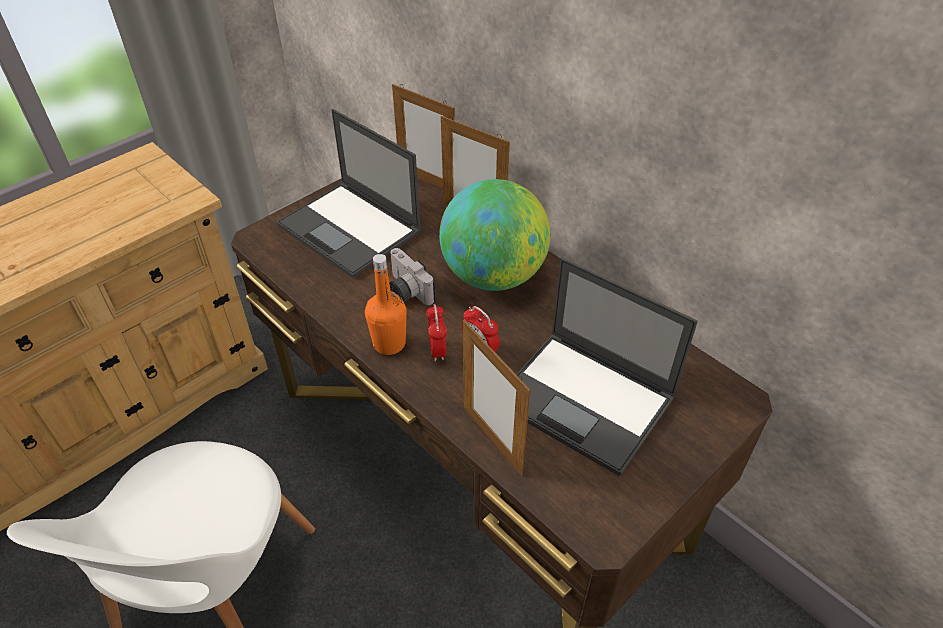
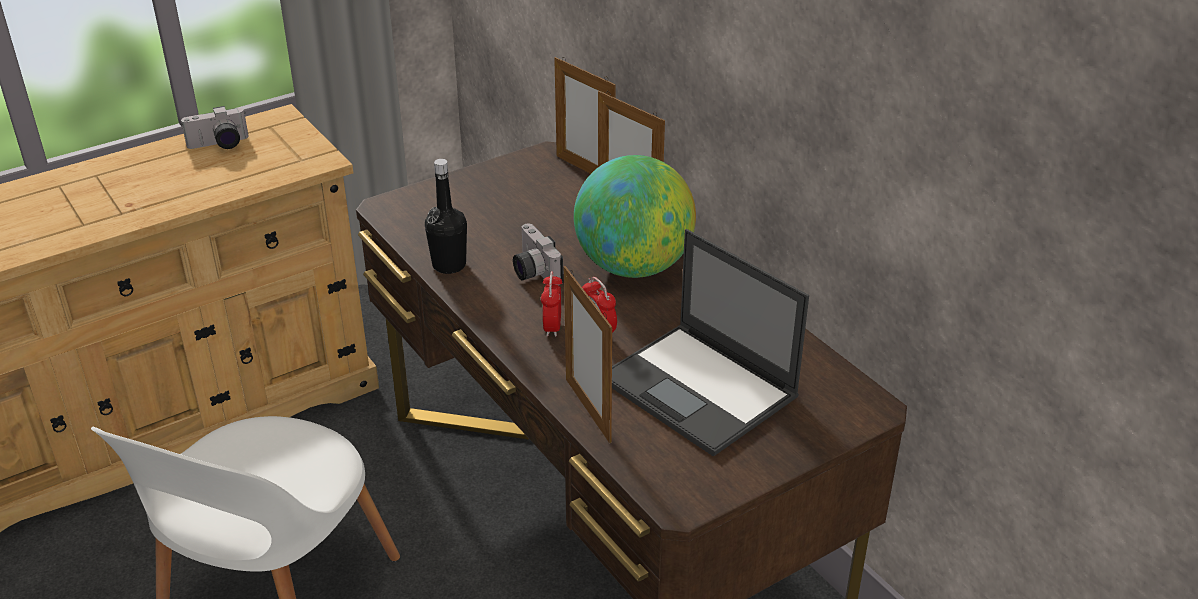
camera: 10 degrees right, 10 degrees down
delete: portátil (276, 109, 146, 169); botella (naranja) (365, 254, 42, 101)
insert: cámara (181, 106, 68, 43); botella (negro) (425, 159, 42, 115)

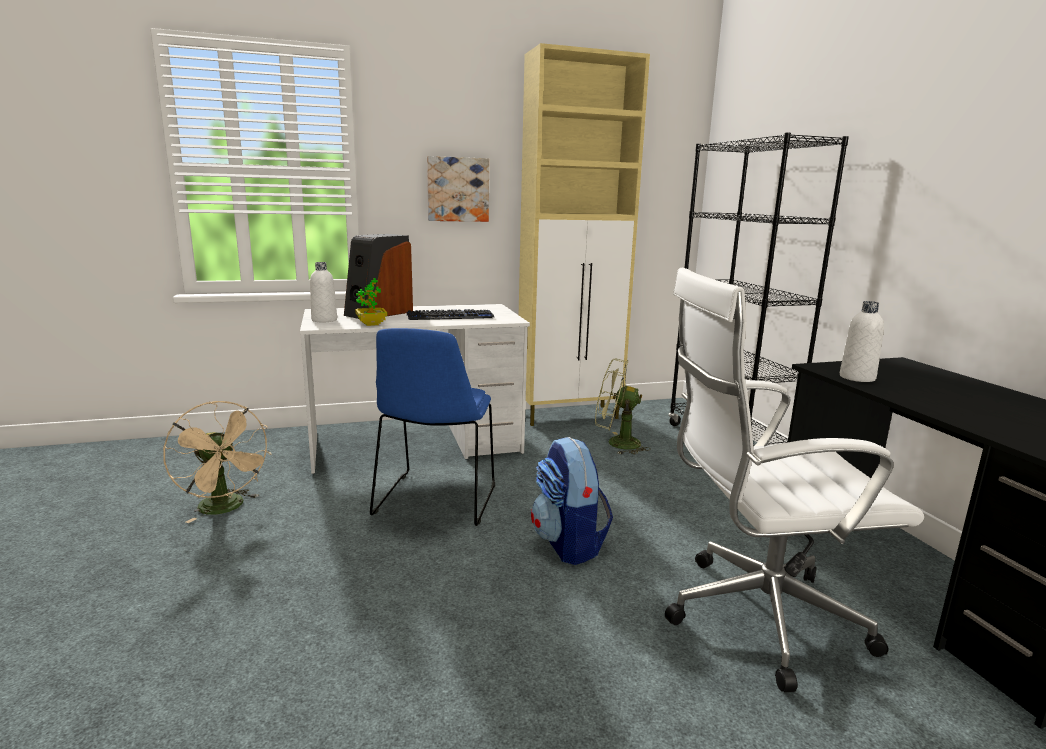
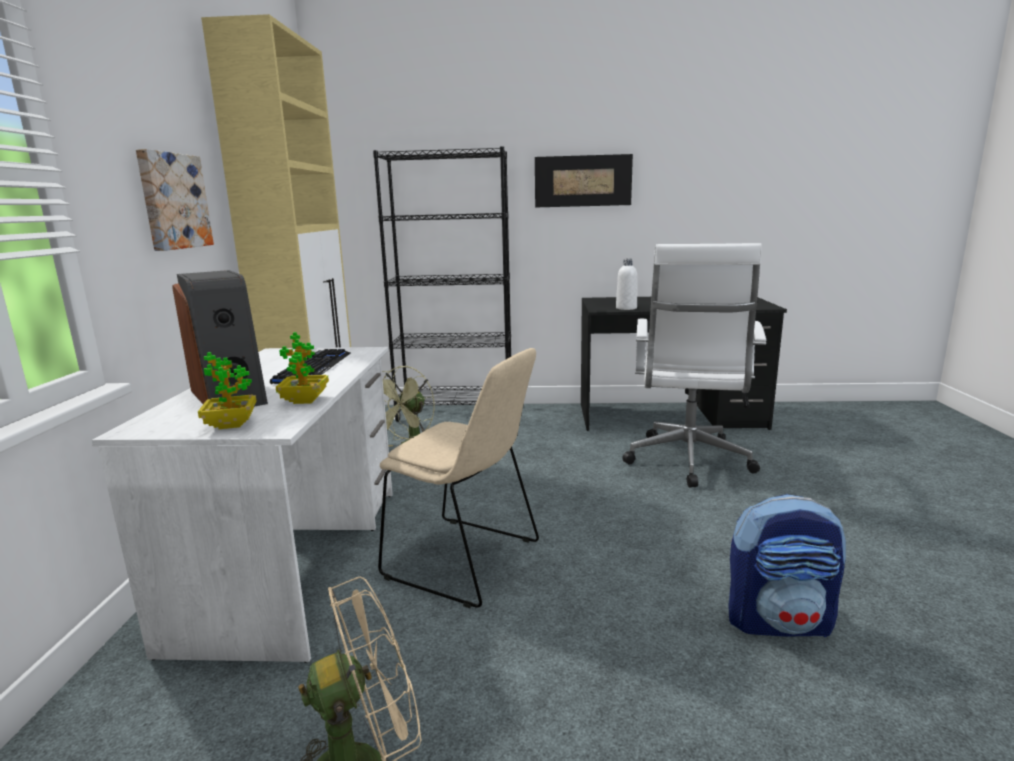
camera: 70 degrees left, 0 degrees up
insert: cuadro (535, 154, 98, 53)
move: mochila (531, 437, 82, 128) to (728, 494, 118, 143)
replace: botella (blanco) (310, 262, 27, 60) to planta en maceta (198, 352, 59, 77)
recolor: silla (azul) (370, 328, 125, 198) to silla (beis) (378, 348, 161, 260)

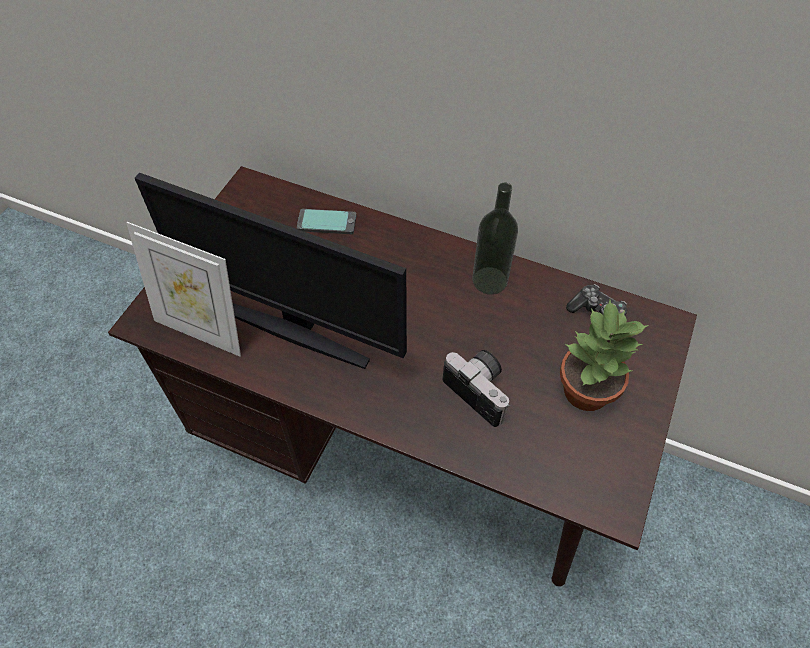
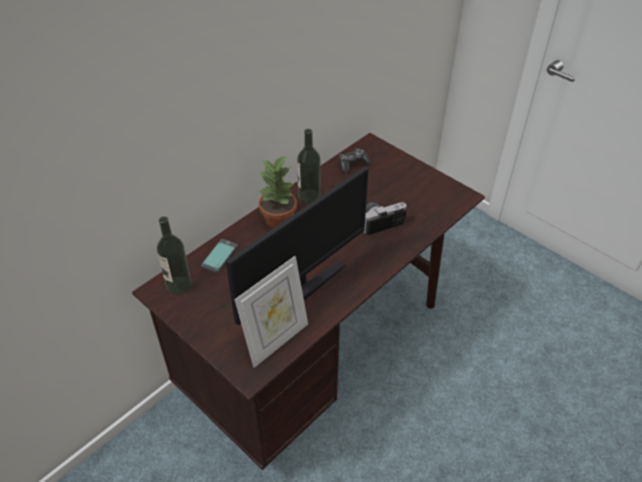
camera: 70 degrees left, 10 degrees down
insert: botella (157, 216, 35, 79)
move: planta en maceta (560, 300, 89, 111) to (259, 155, 38, 73)

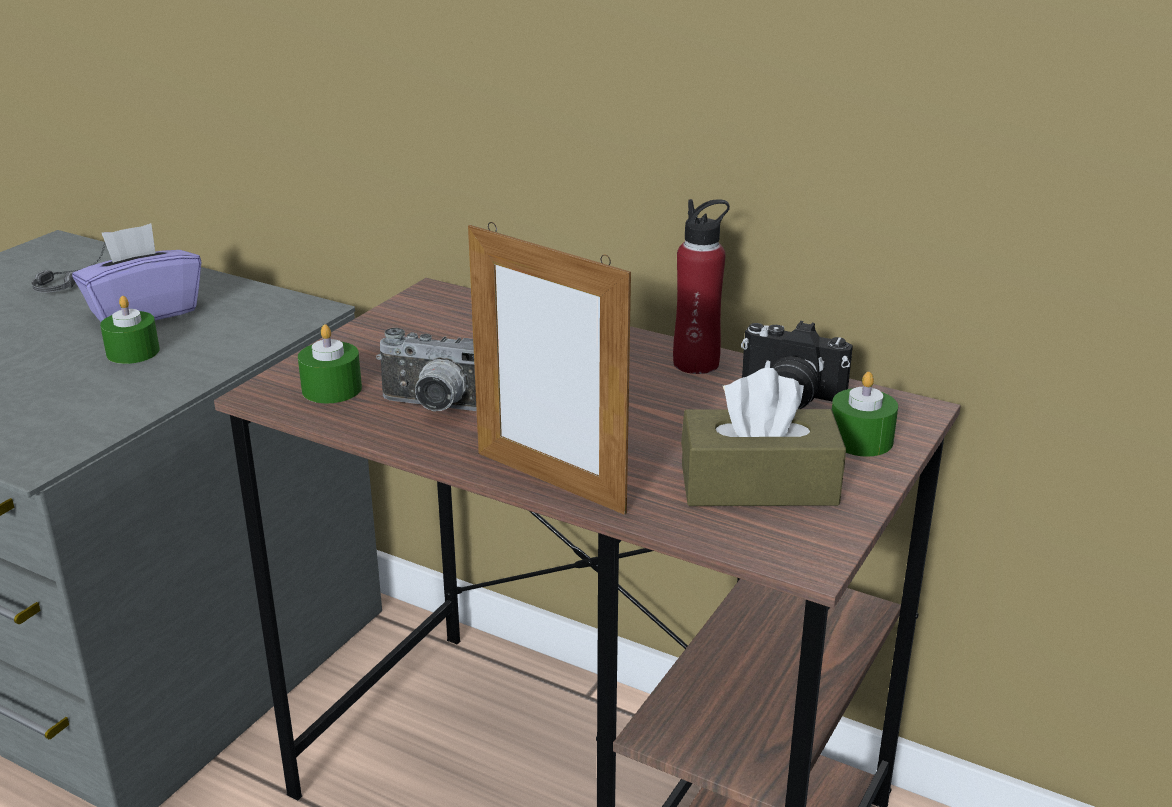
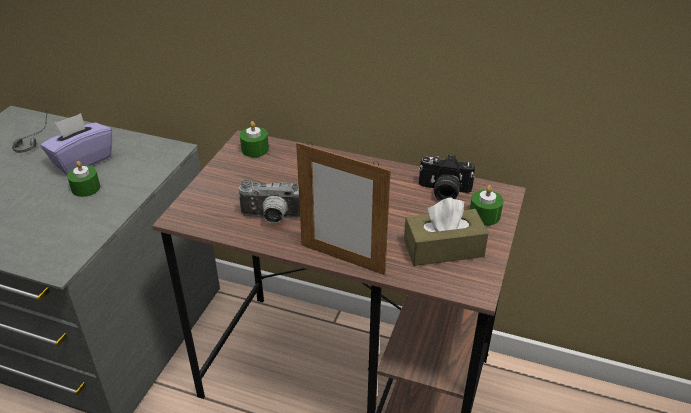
camera: 10 degrees left, 10 degrees up
delete: botella (rojo) (673, 199, 57, 175)
move: vela (verde) (298, 324, 64, 79) to (240, 121, 29, 36)

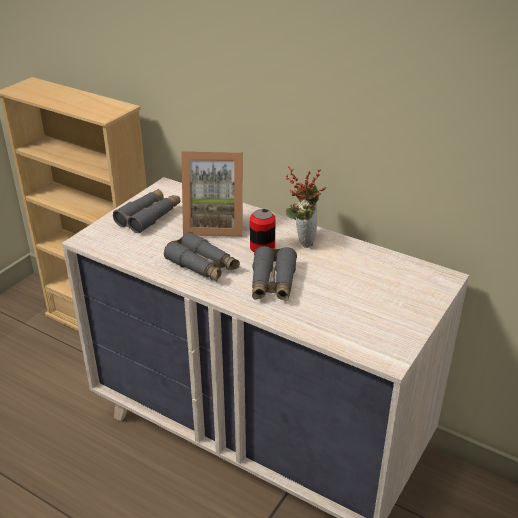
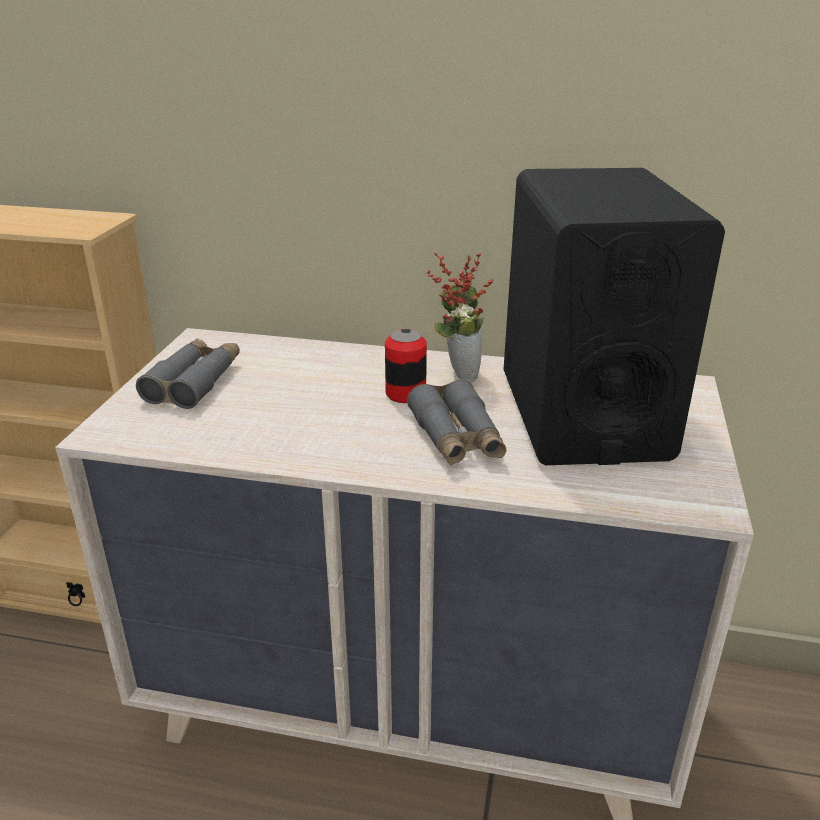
camera: 20 degrees left, 5 degrees down
delete: prismáticos (gris) (164, 232, 76, 50); portarretratos (181, 151, 62, 86)
insert: altavoz (negro) (503, 168, 222, 297)

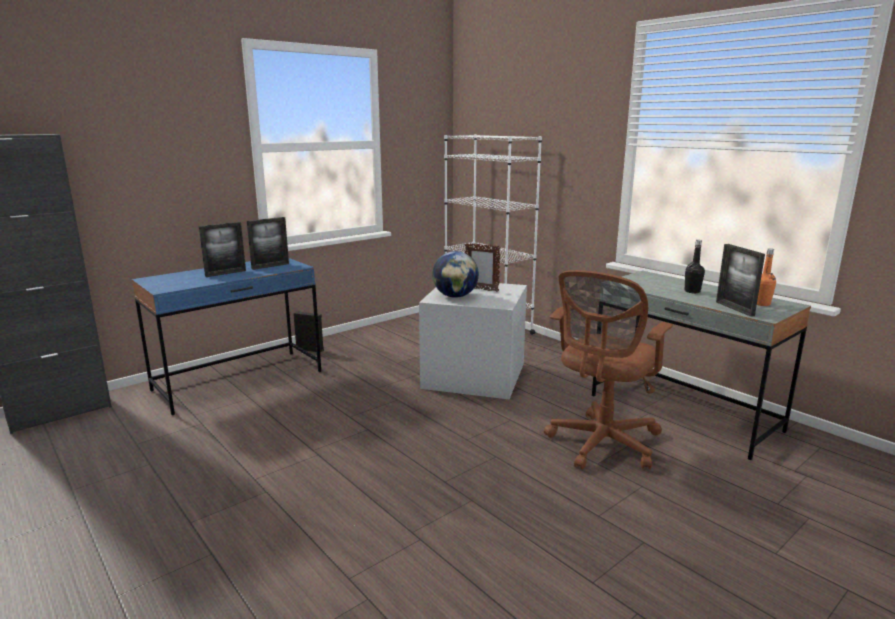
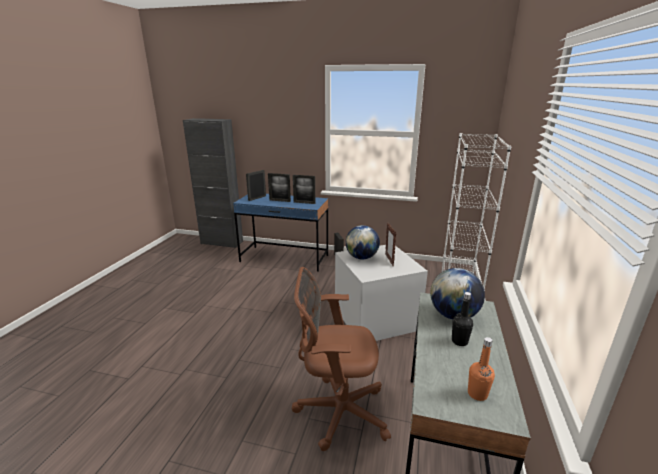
camera: 55 degrees right, 5 degrees up
insert: globo terráqueo (430, 268, 55, 51)
move: portarretratos (716, 244, 49, 73) to (246, 170, 20, 31)

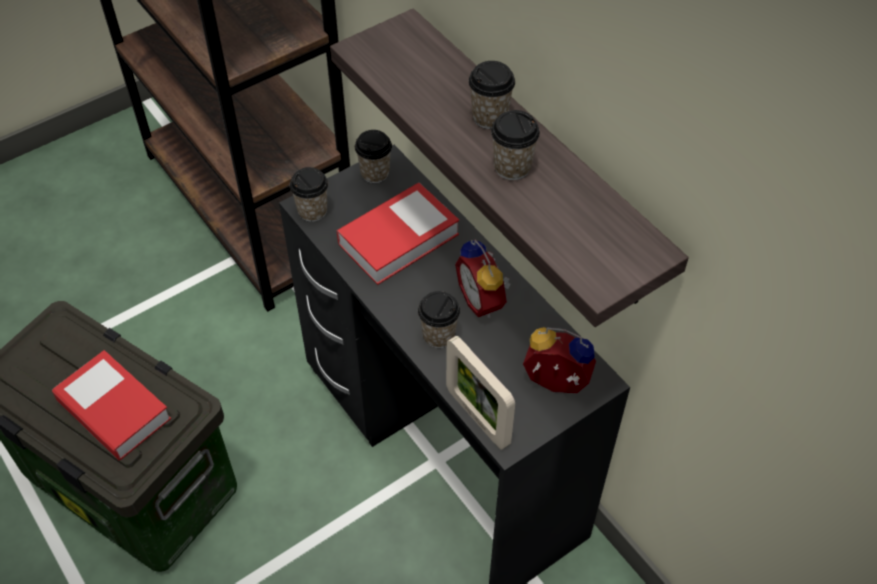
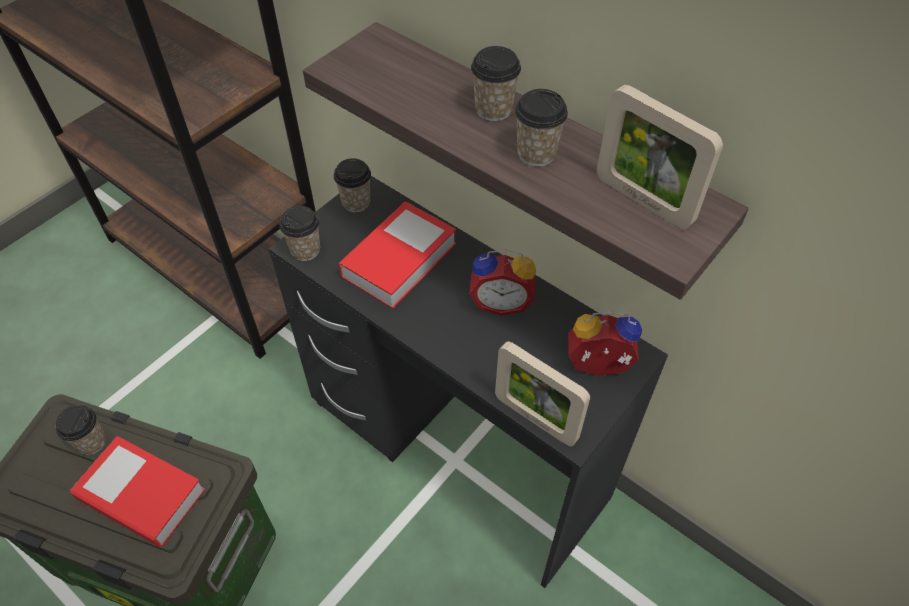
camera: 15 degrees left, 0 degrees up
insert: portarretratos (597, 85, 126, 144)
move: taza (418, 291, 42, 57) to (55, 405, 51, 50)
rotate: despertador (455, 240, 56, 78) = (469, 250, 67, 66) 45 degrees counterclockwise

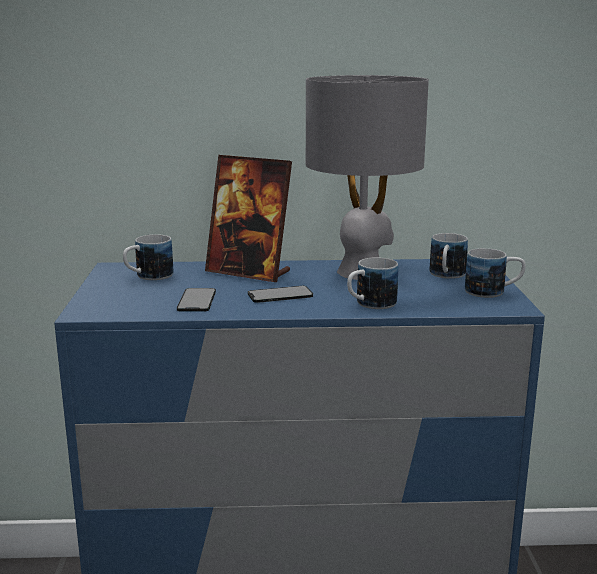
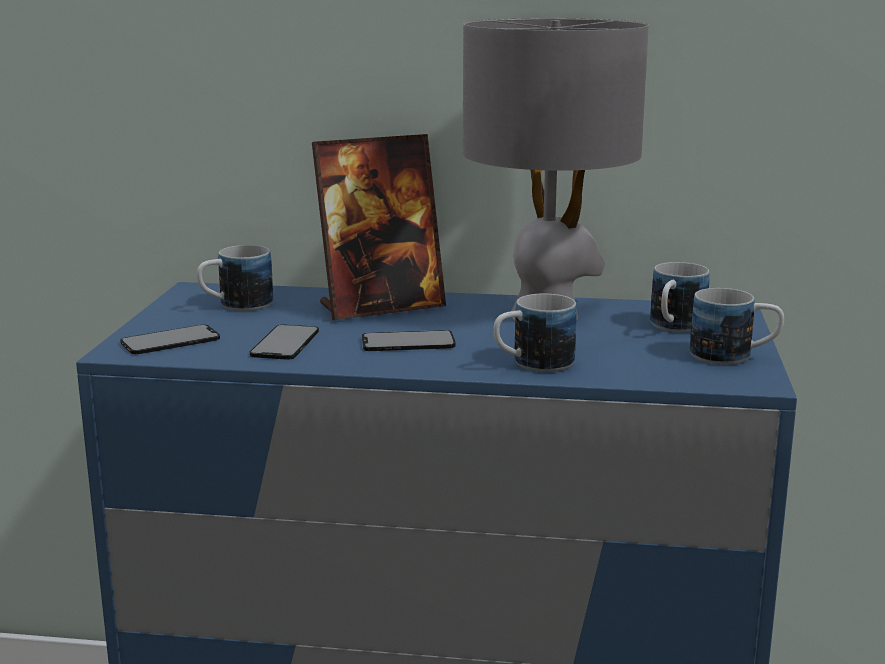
camera: 10 degrees right, 0 degrees up
insert: móvil (120, 325, 100, 29)
rotate: portarretratos (205, 155, 87, 127) = (312, 134, 134, 186) 60 degrees counterclockwise

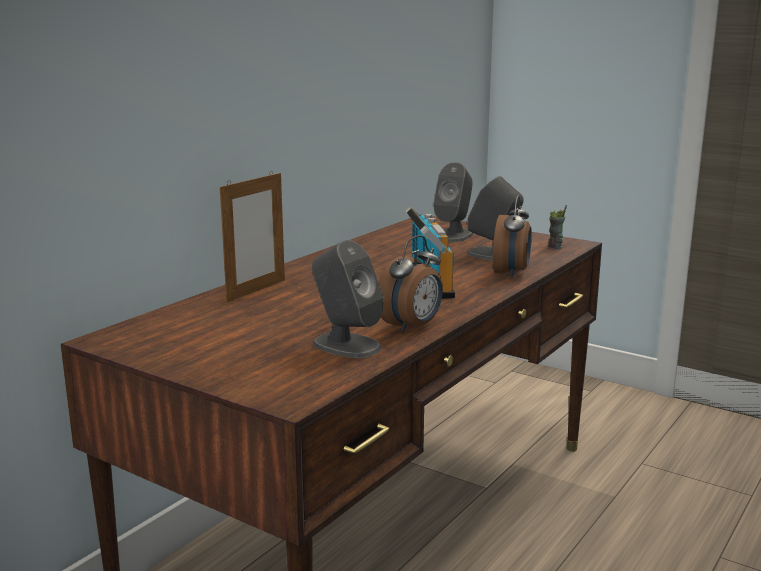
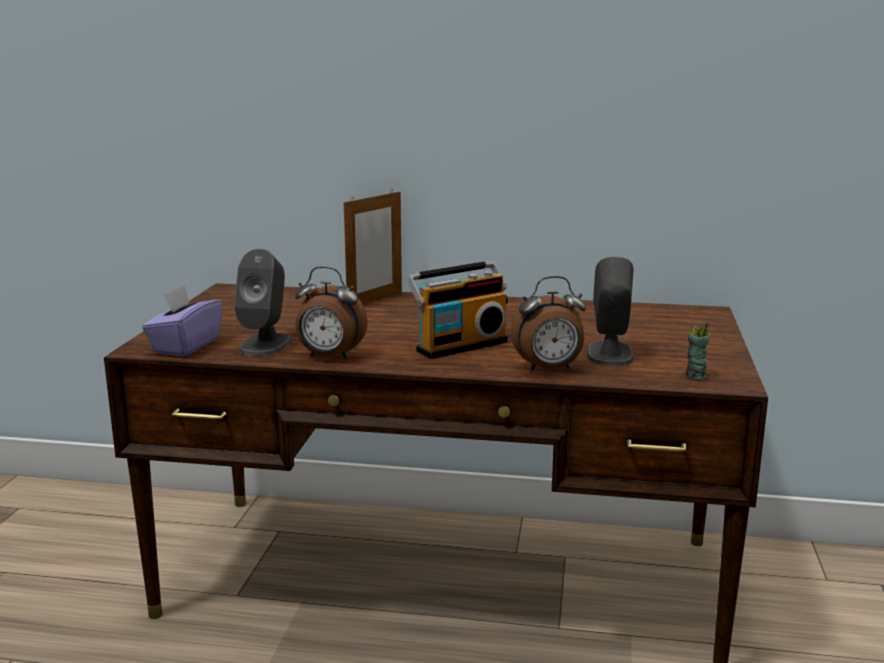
camera: 65 degrees right, 0 degrees up
delete: altavoz (gris) (433, 162, 40, 80)
insert: caja de pañuelos (morado) (142, 285, 81, 72)
rotate: portarretratos (220, 171, 65, 131) = (344, 189, 58, 116) 60 degrees counterclockwise

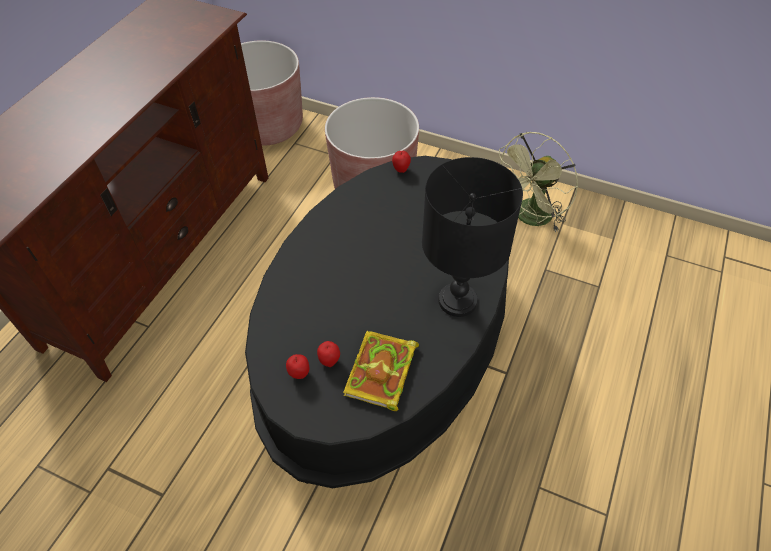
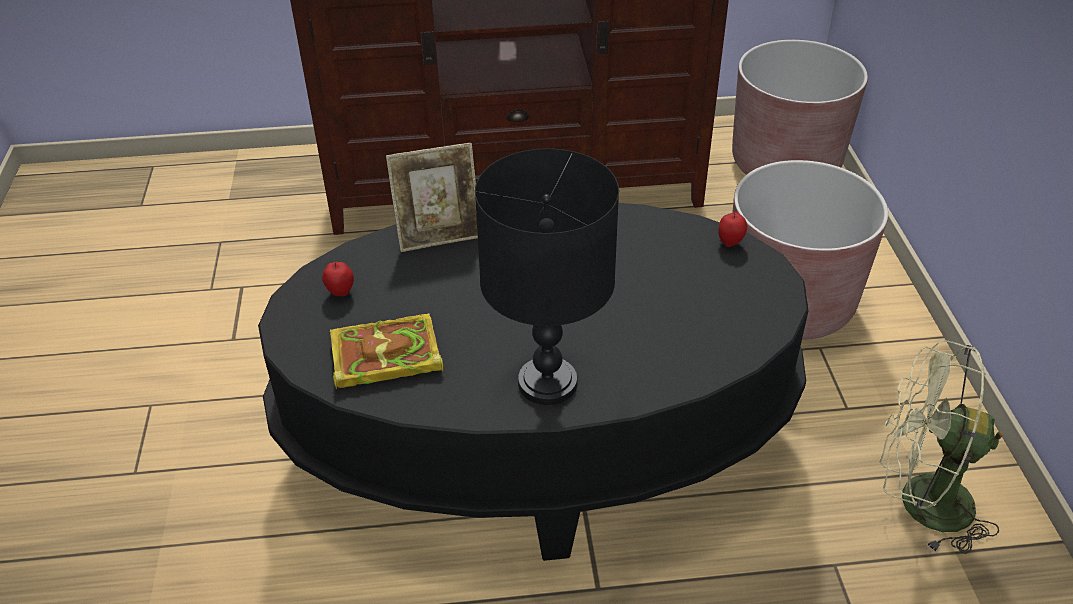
camera: 60 degrees right, 10 degrees down
delete: manzana (317, 341, 23, 26)
insert: portarretratos (386, 143, 92, 109)

